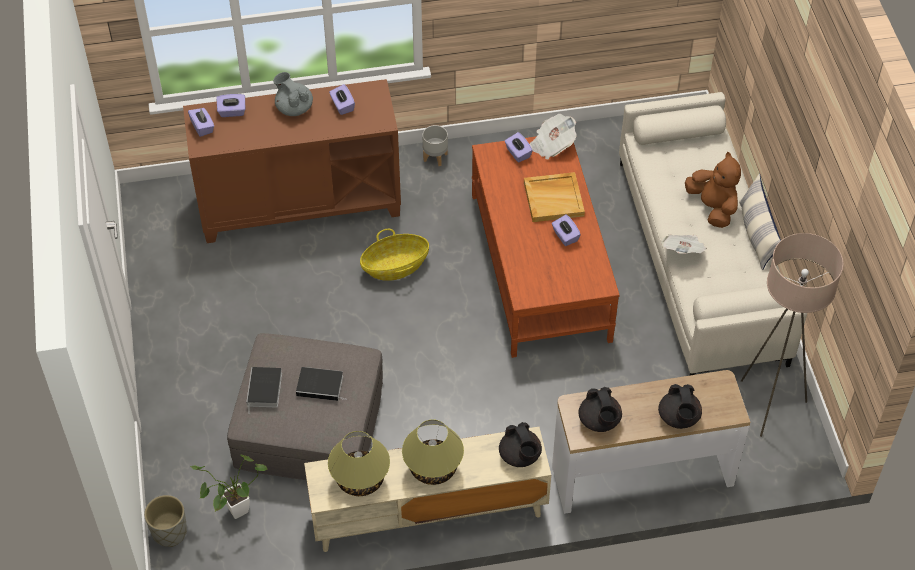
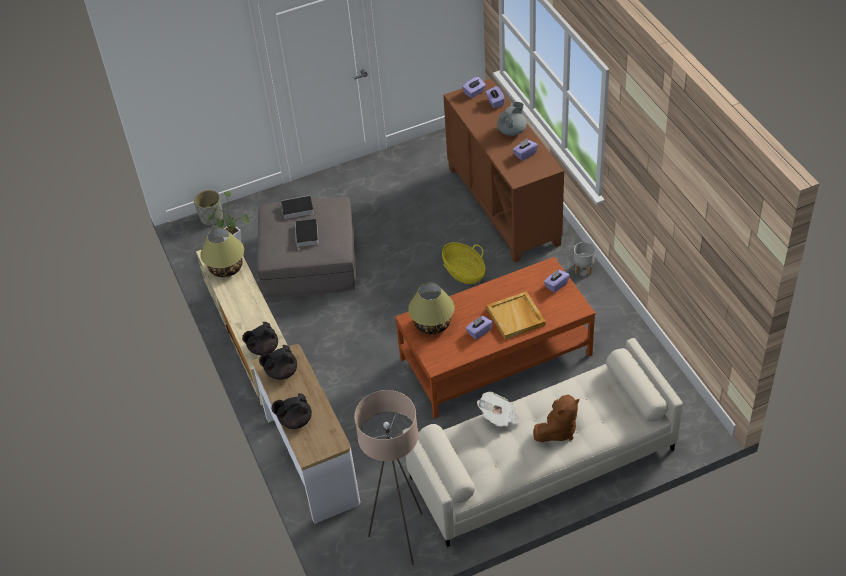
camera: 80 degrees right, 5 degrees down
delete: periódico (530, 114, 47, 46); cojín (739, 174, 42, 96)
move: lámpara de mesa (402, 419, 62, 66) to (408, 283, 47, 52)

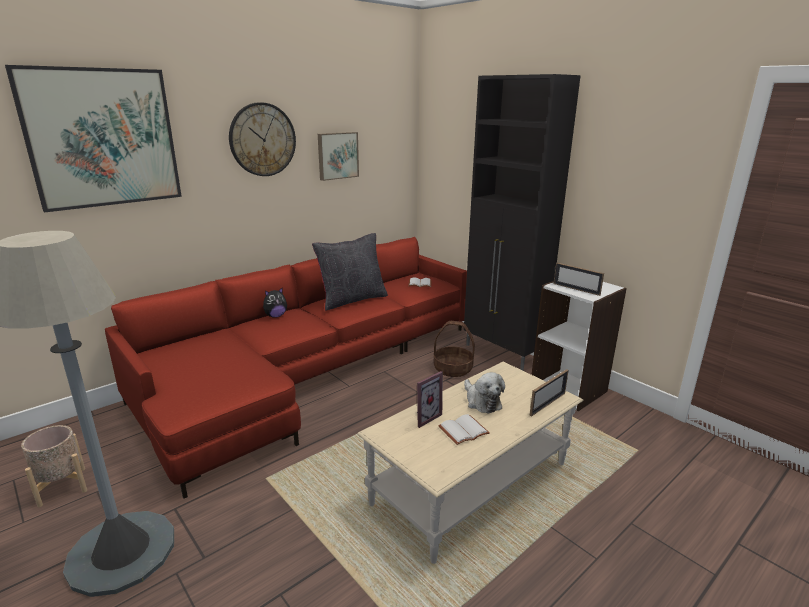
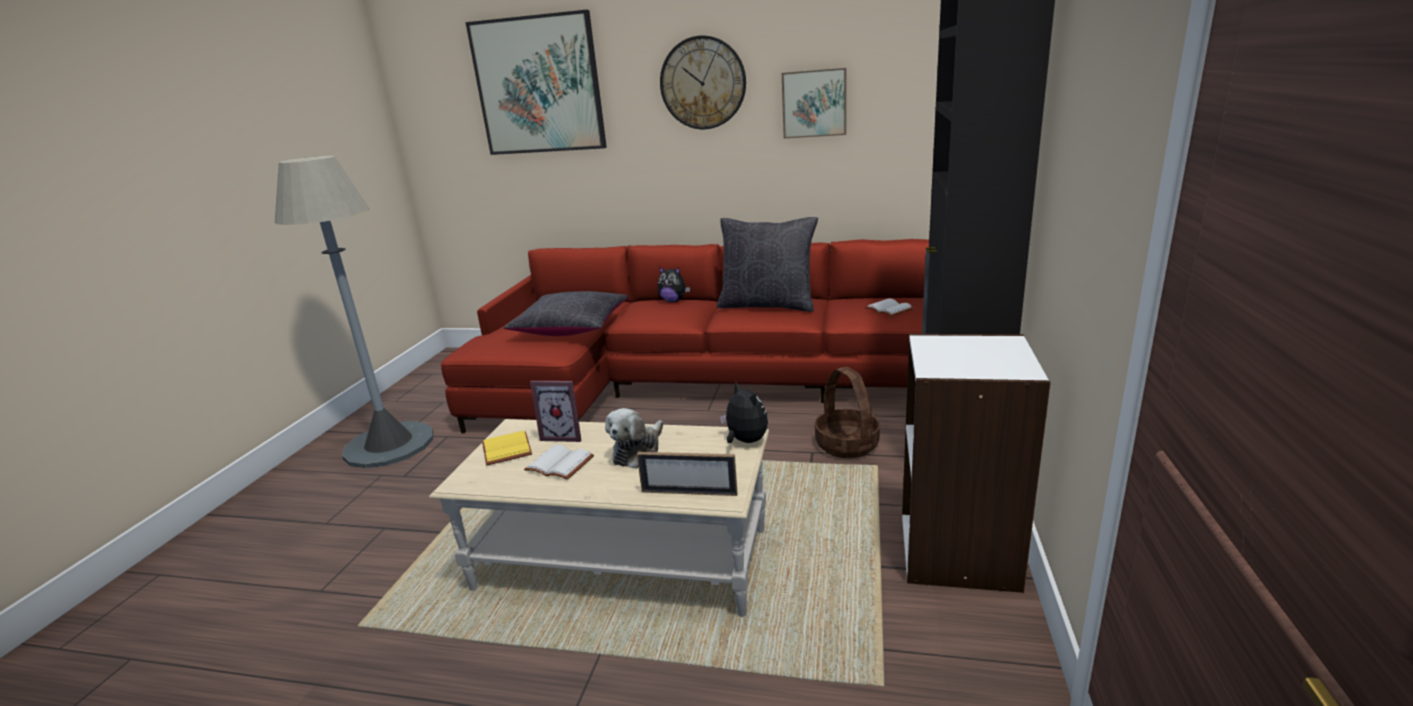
camera: 55 degrees right, 0 degrees up
delete: maceta (beis) (21, 425, 66, 82); portarretratos (553, 263, 51, 33)
insert: libro (amarillo) (482, 431, 50, 34); cojín (negro) (503, 291, 126, 45); peluche (720, 382, 48, 61)

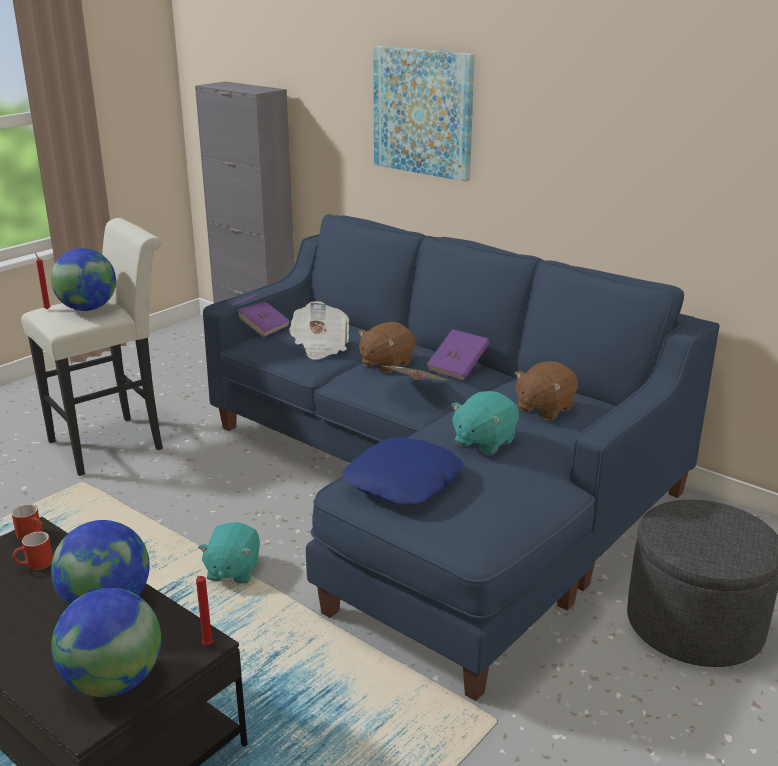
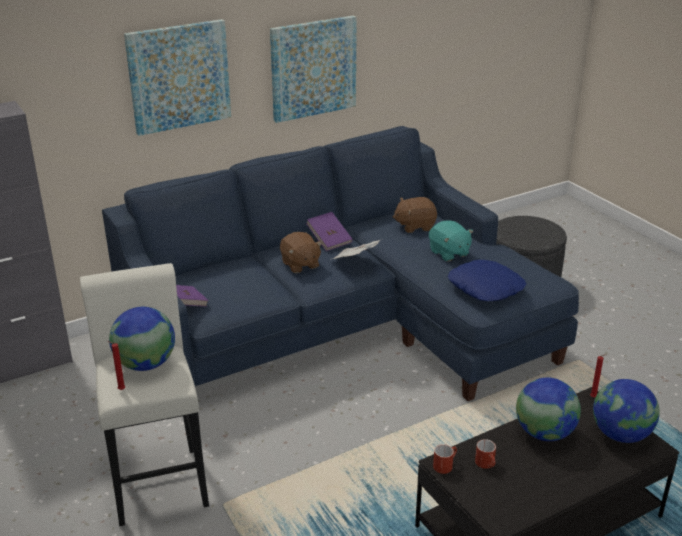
camera: 70 degrees left, 5 degrees up
delete: peluche (turquesa) (198, 522, 62, 61); periódico (289, 301, 60, 59)
insert: cuadro (270, 16, 87, 107)
rotate: peluche (marrón) (515, 361, 63, 59) = (393, 197, 44, 36) 105 degrees clockwise

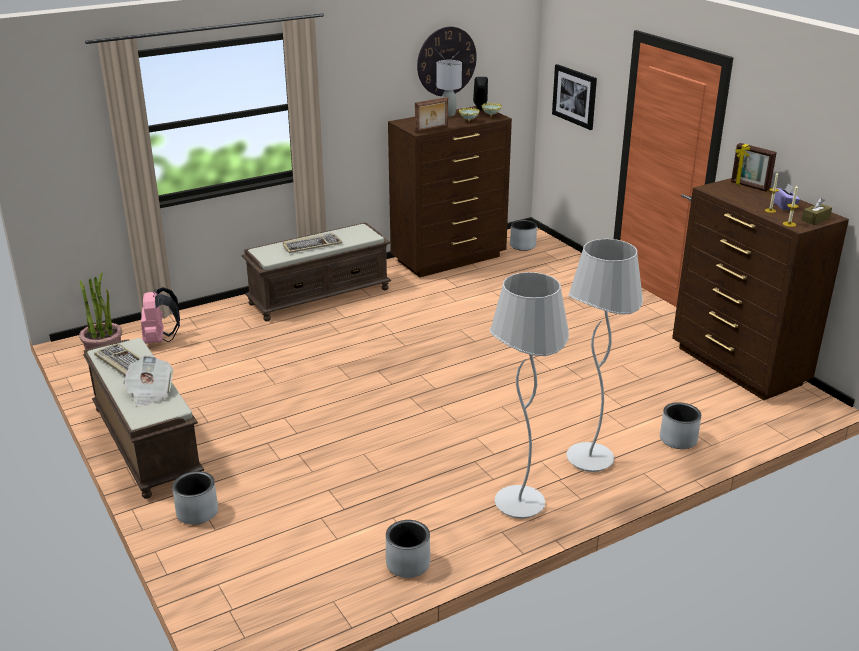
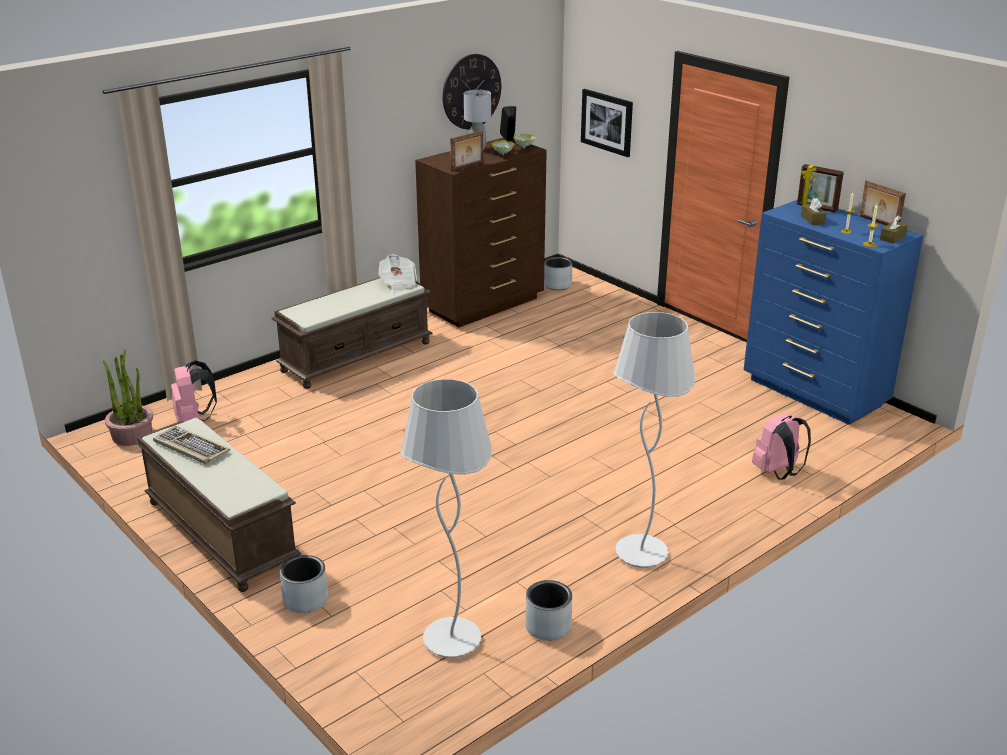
camera: 10 degrees left, 0 degrees up
delete: teclado (283, 233, 60, 20); caja de pañuelos (morado) (772, 183, 28, 27)
insert: caja de pañuelos (marrón) (801, 198, 26, 27); portarretratos (860, 181, 46, 45)
move: periódico (123, 355, 50, 52) to (378, 254, 39, 38); lámpara de pie (blanco) (566, 239, 77, 233) to (401, 379, 91, 279)
replace: maceta (gris) (660, 402, 41, 47) to mochila (rosa) (752, 414, 59, 66)
recolor: cómoda (marrón) (672, 178, 177, 222) to cómoda (azul) (744, 200, 180, 225)

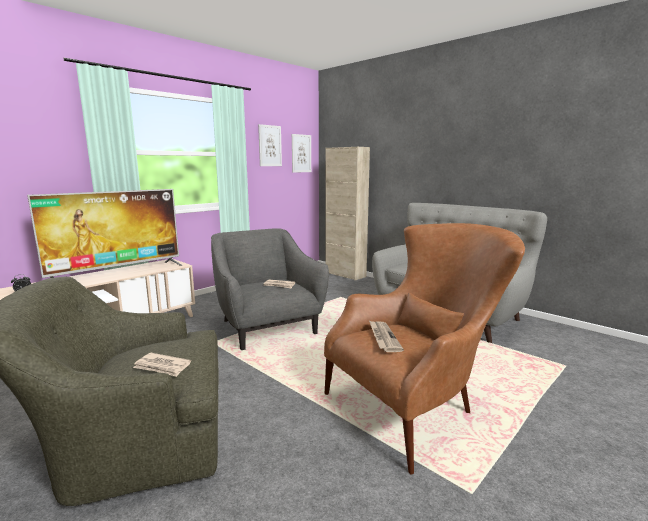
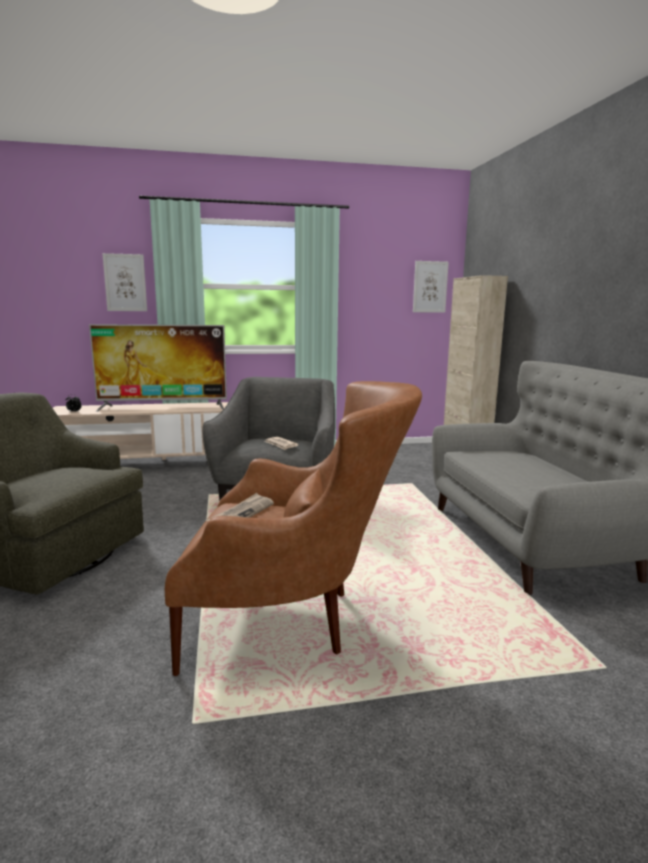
camera: 35 degrees right, 0 degrees up
delete: periódico (133, 353, 58, 24)
move: cuadro (258, 124, 24, 42) to (102, 253, 45, 58)

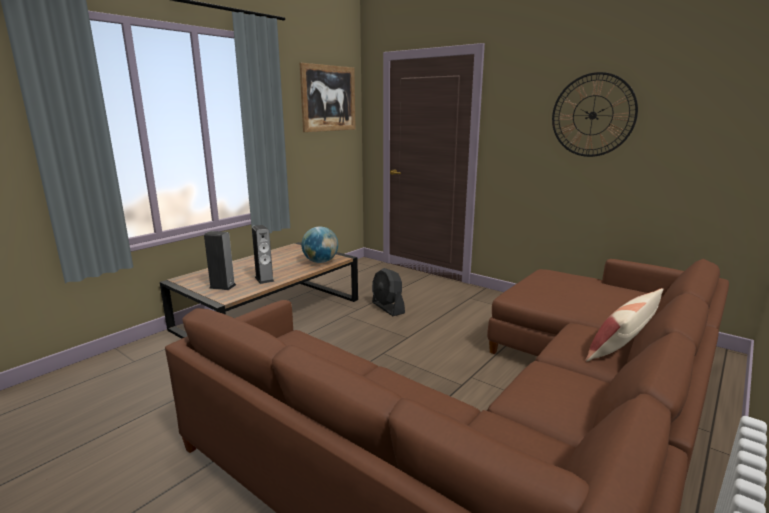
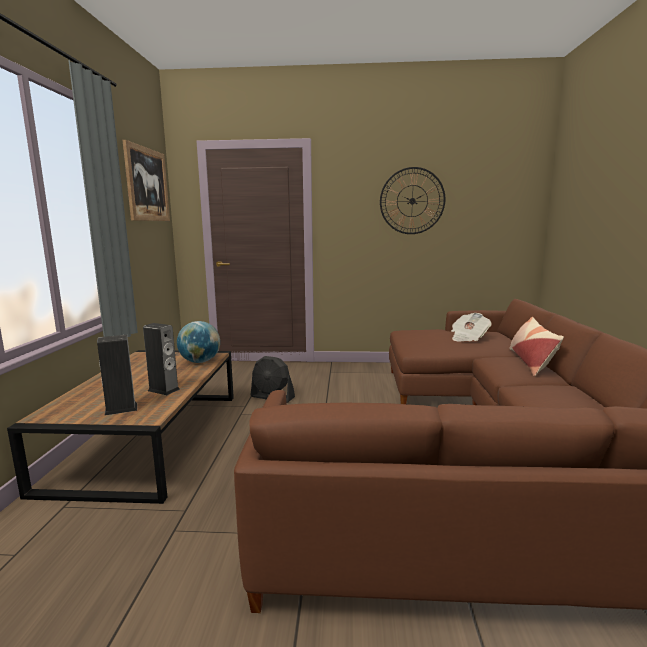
camera: 35 degrees left, 5 degrees down
insert: periódico (451, 313, 41, 29)

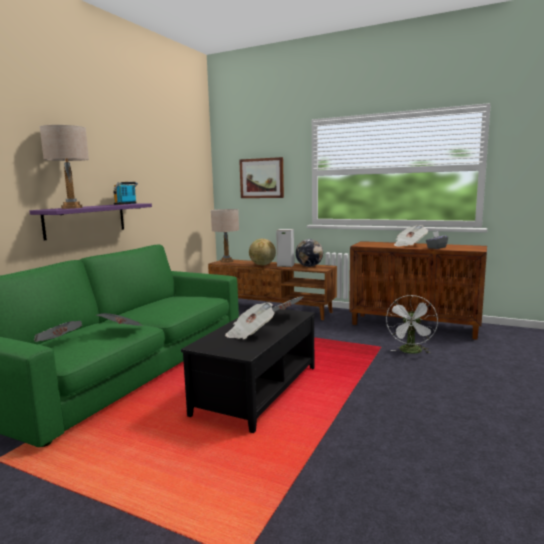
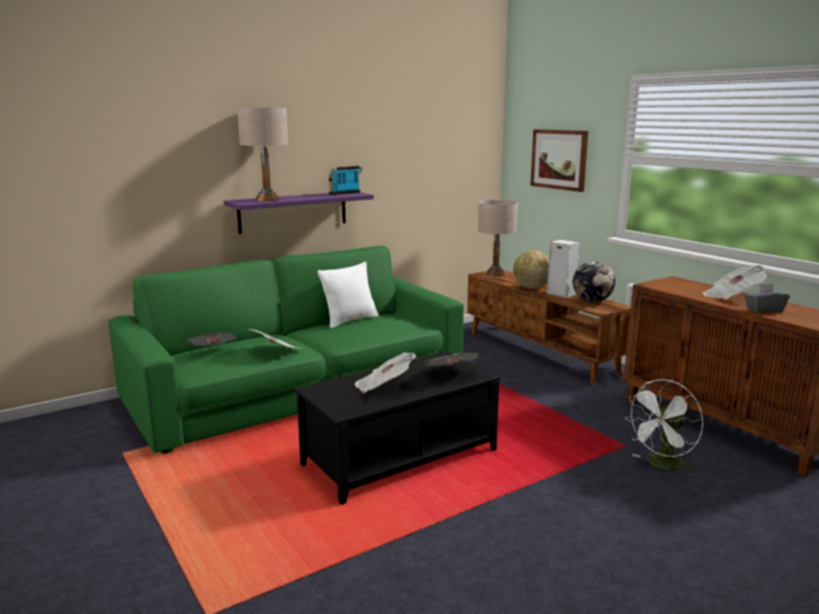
camera: 30 degrees right, 5 degrees up
insert: cojín (blanco) (317, 262, 62, 66)

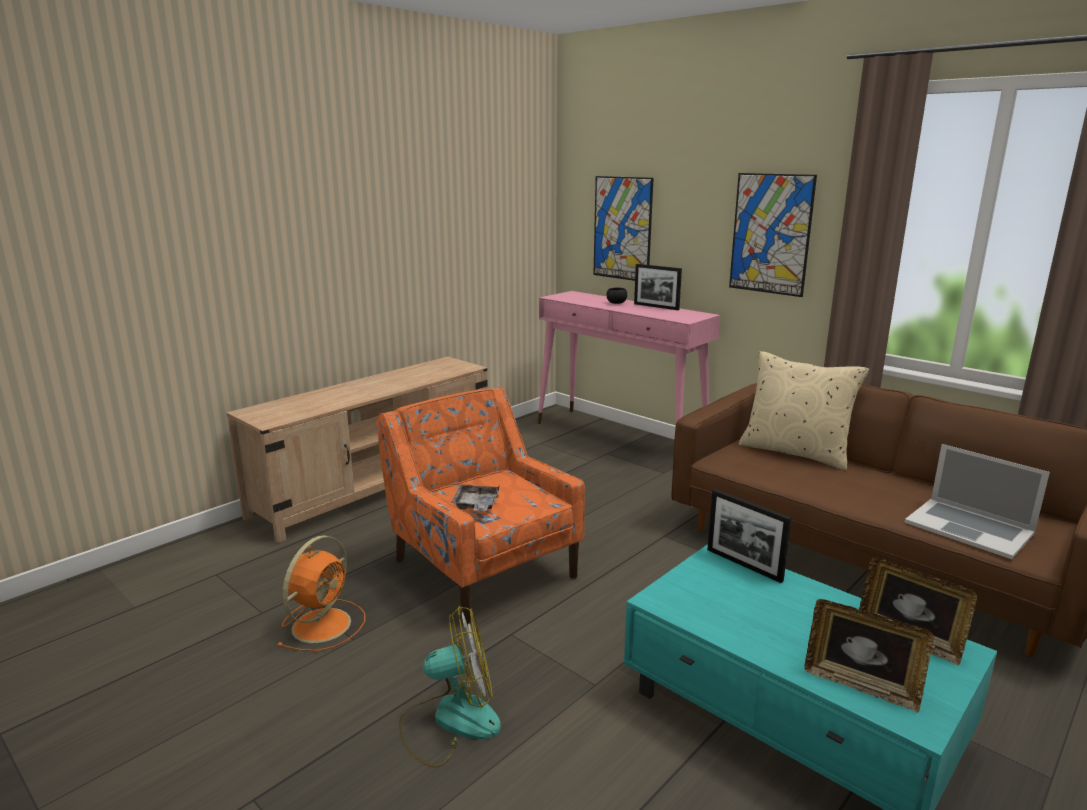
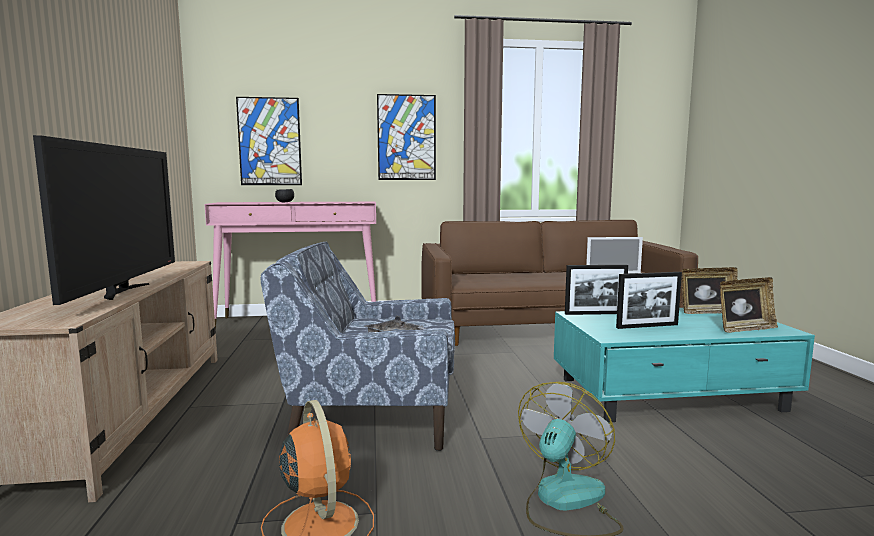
camera: 50 degrees left, 10 degrees down
delete: cojín (beis) (739, 351, 130, 119)
insert: televisor (33, 135, 142, 170)
move: portarretratos (634, 264, 48, 46) to (616, 272, 66, 57)
recolor: sillón (naranja) (377, 387, 208, 238) to sillón (azul) (260, 242, 195, 209)

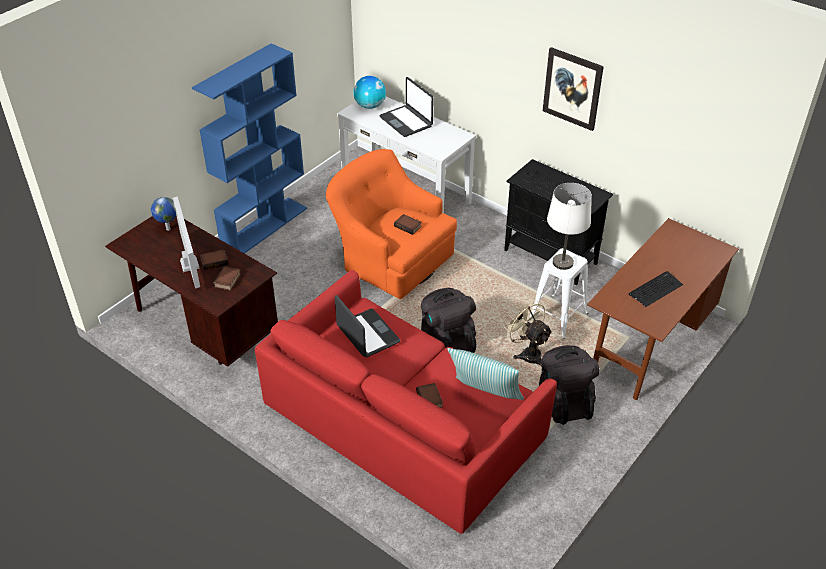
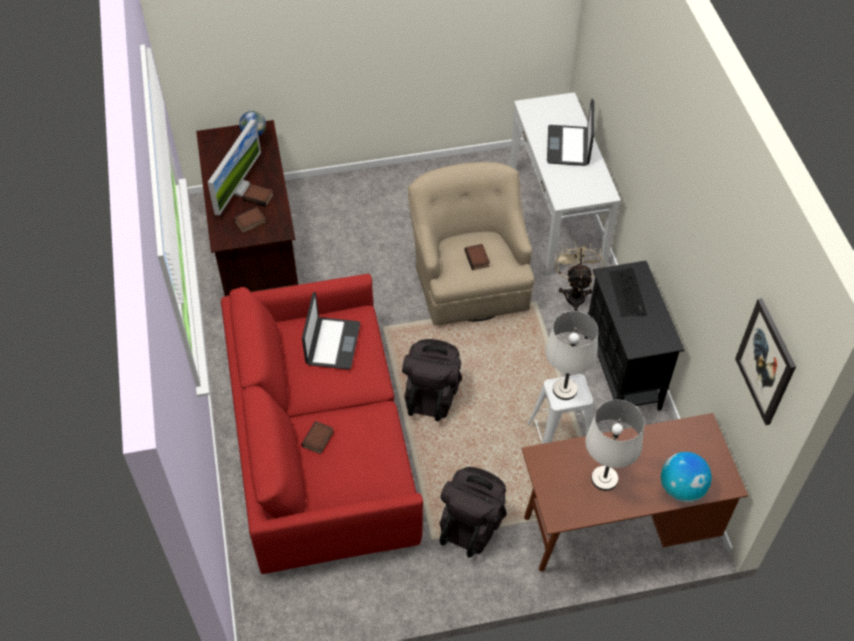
camera: 40 degrees right, 10 degrees up
delete: estantería (azul) (192, 43, 115, 211); cojín (447, 348, 77, 52)
move: globo terráqueo (353, 76, 33, 33) to (661, 452, 51, 50); ventilador (beis) (503, 299, 50, 68) to (555, 241, 49, 70); cuadro (543, 47, 61, 84) to (735, 298, 61, 127)
replace: teclado (628, 271, 55, 36) to lámpara de mesa (blanco) (585, 400, 59, 91)
recolor: sillón (naranja) (326, 149, 131, 150) to sillón (beis) (408, 162, 126, 164)

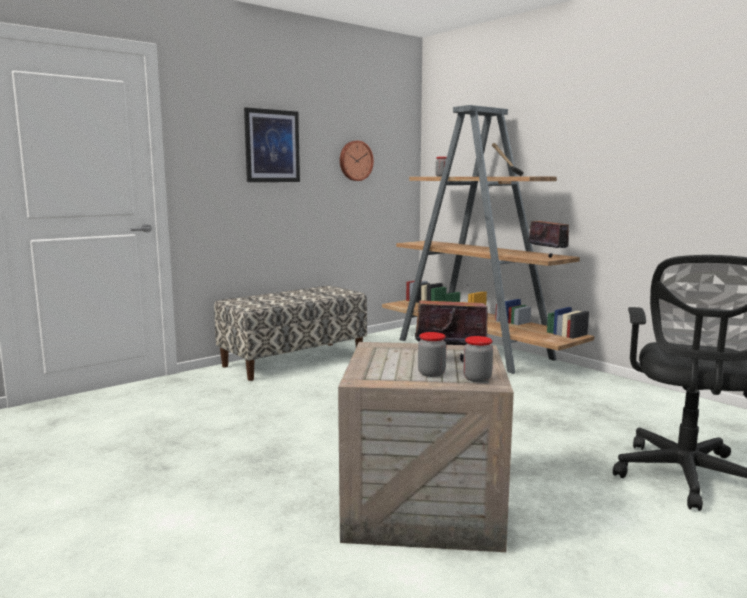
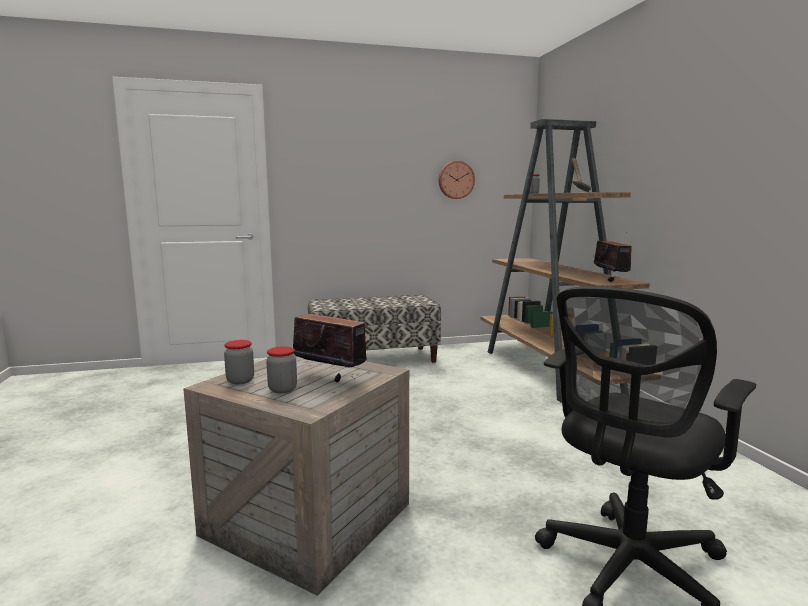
camera: 25 degrees right, 0 degrees up
delete: cuadro (244, 107, 56, 75)
move: tarro (463, 336, 30, 46) to (224, 340, 30, 44)

